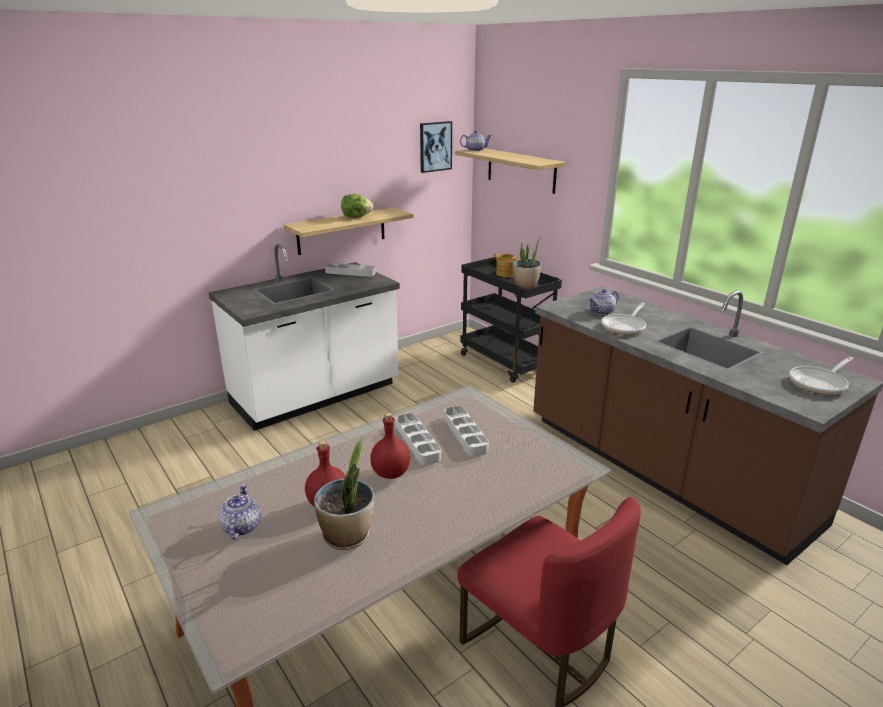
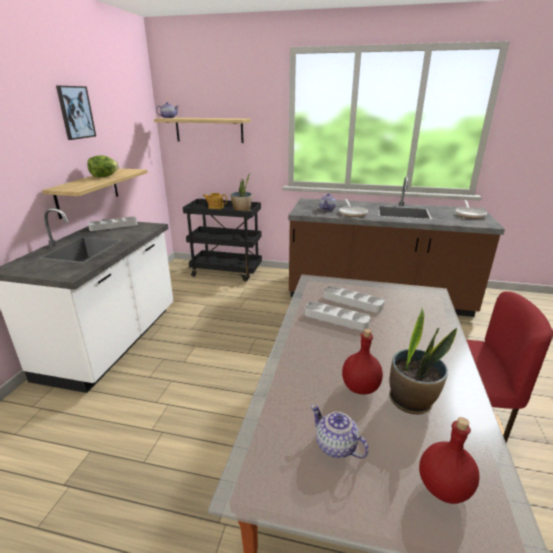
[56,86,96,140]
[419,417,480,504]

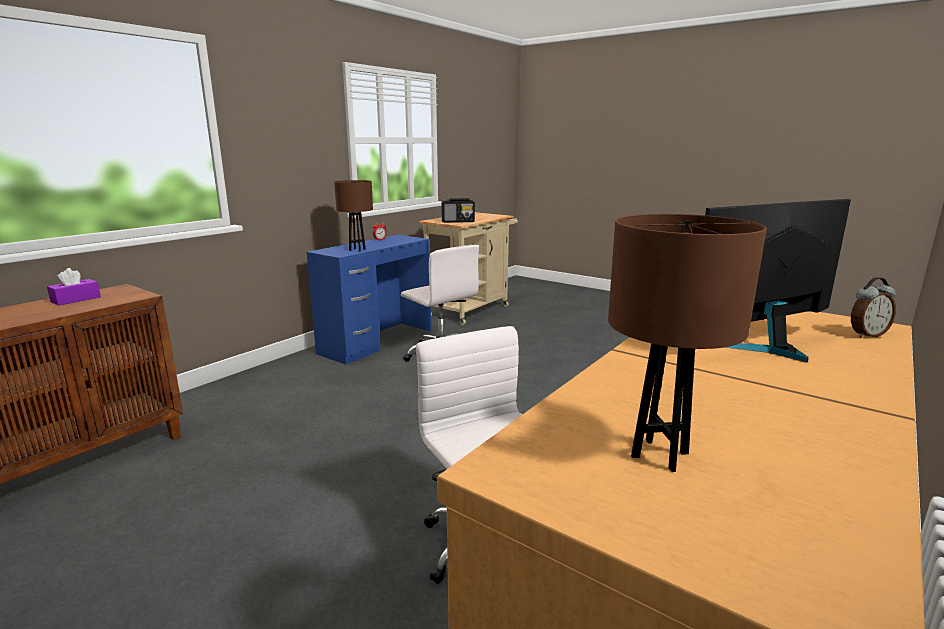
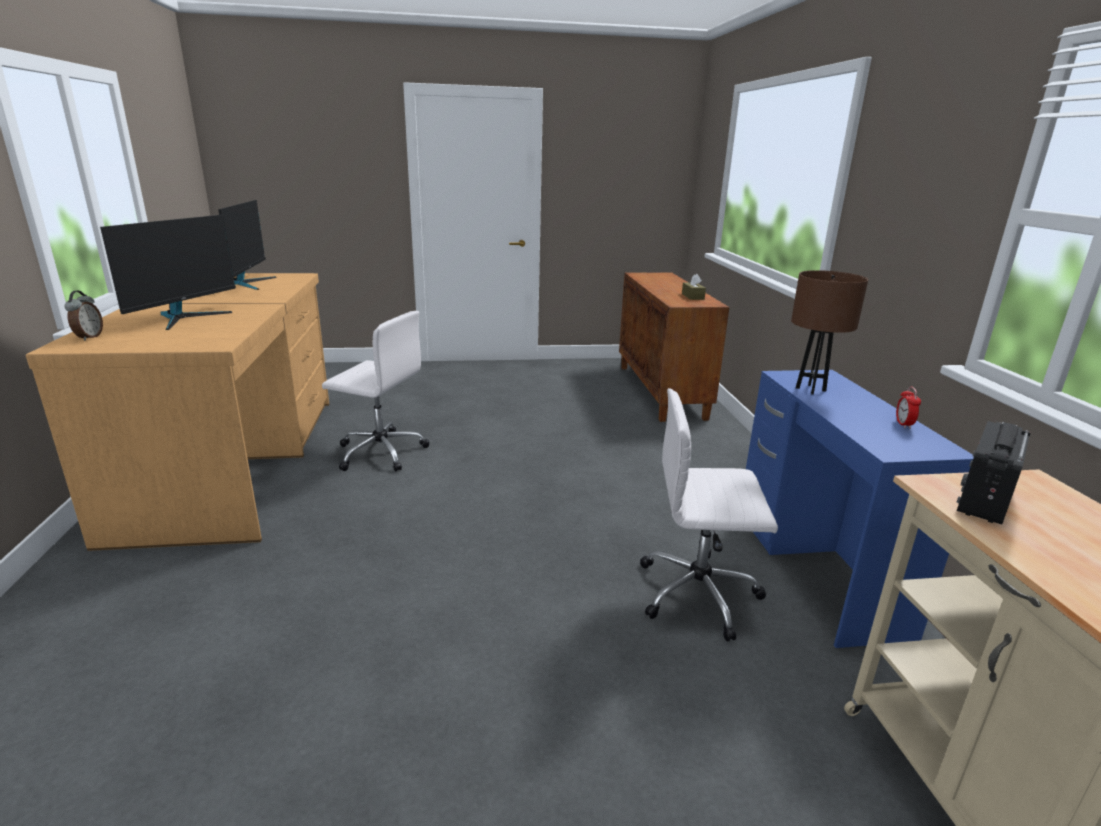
[64,291,103,341]
[218,200,277,290]
[682,274,706,300]

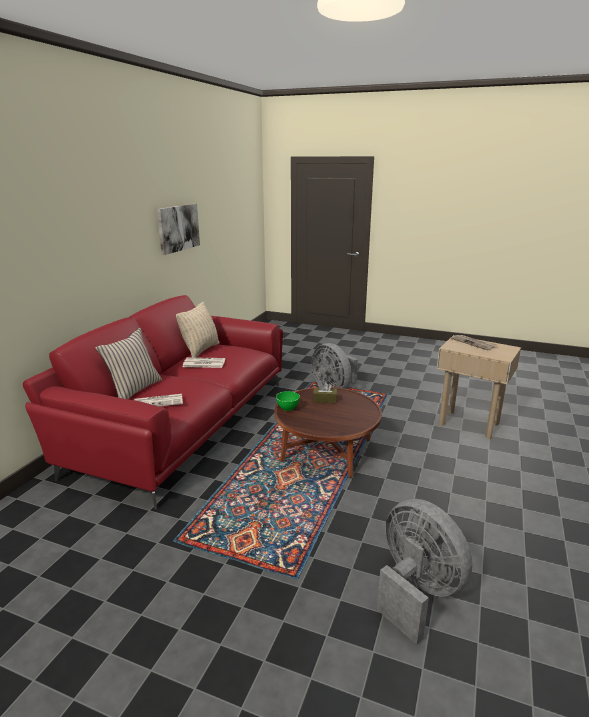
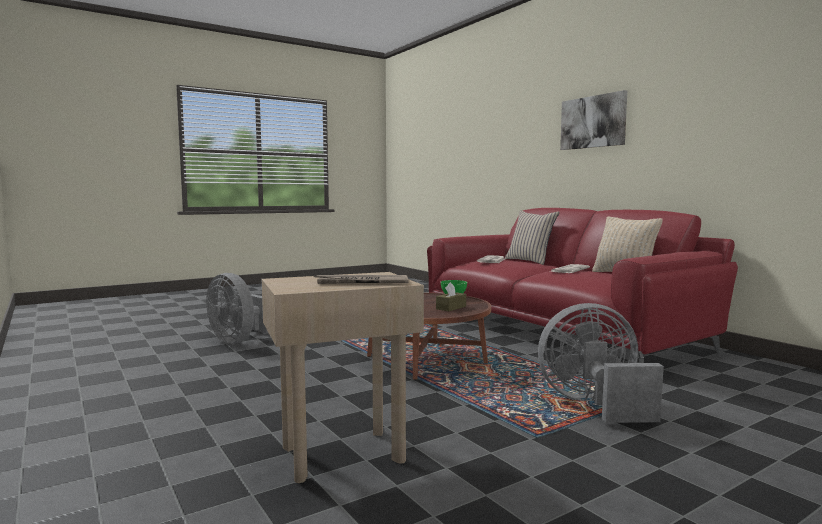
[206,273,268,344]
[560,90,627,150]

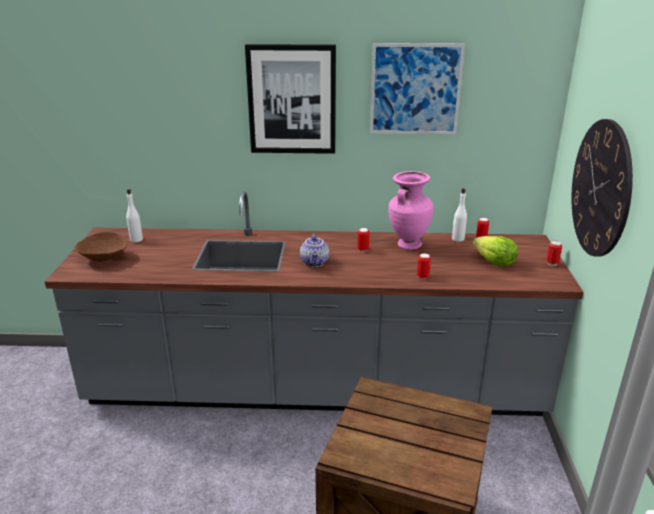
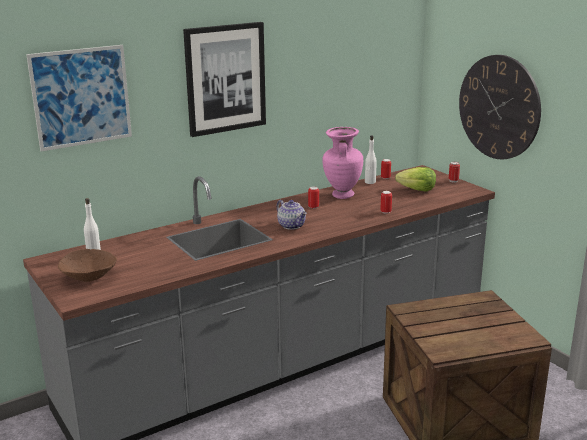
[26,45,132,151]

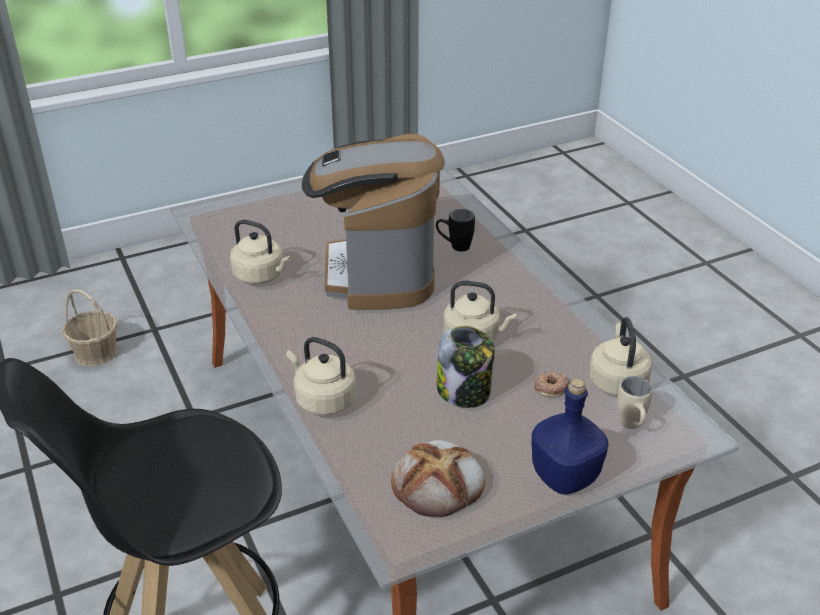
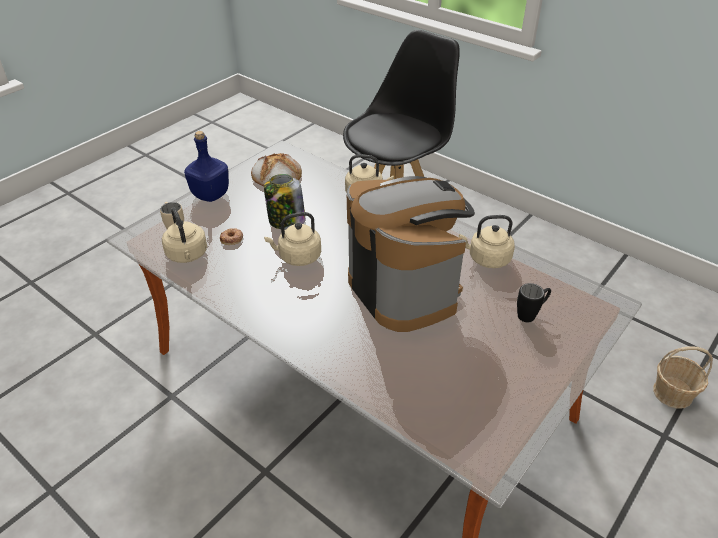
[517,283,551,322]

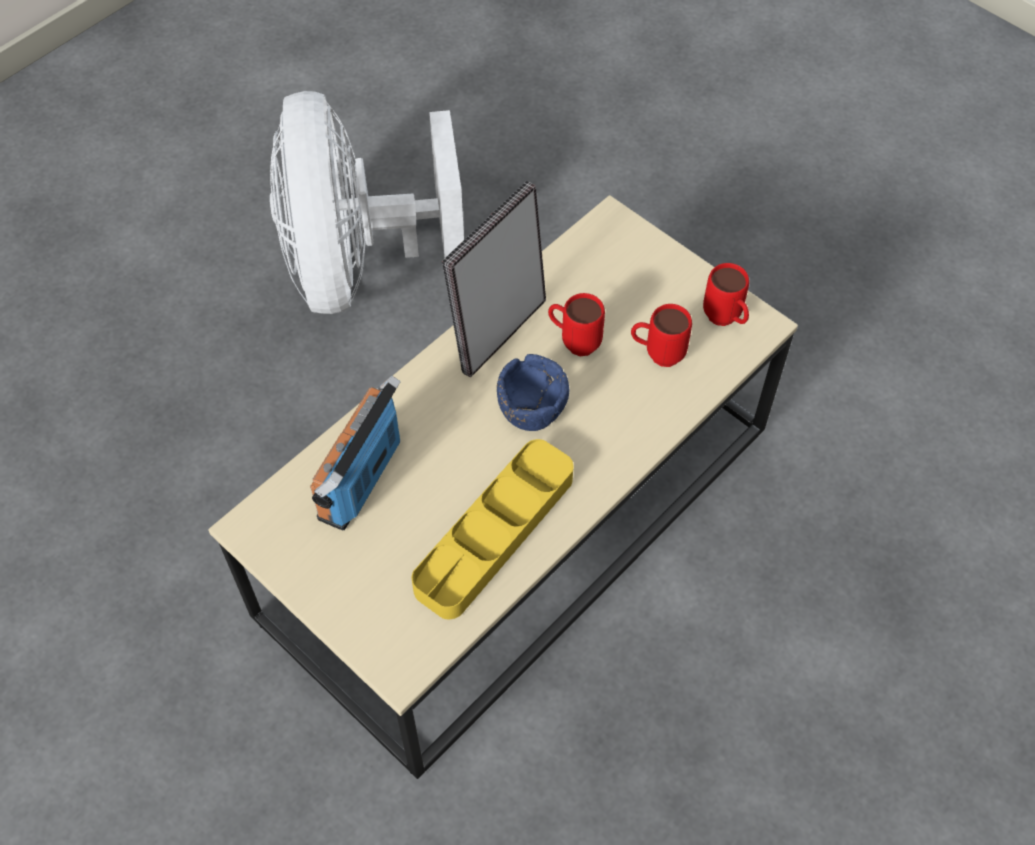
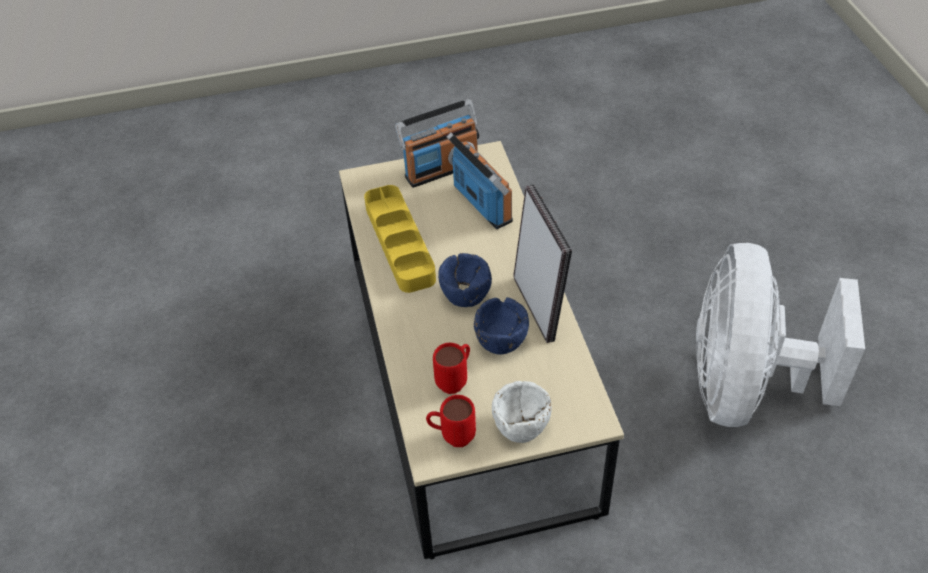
[395,99,479,188]
[474,297,529,354]
[492,381,552,443]
[696,243,865,427]

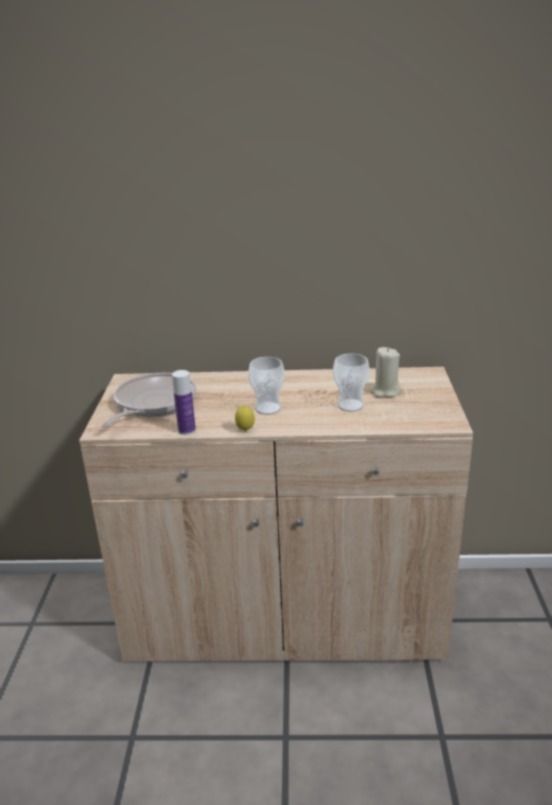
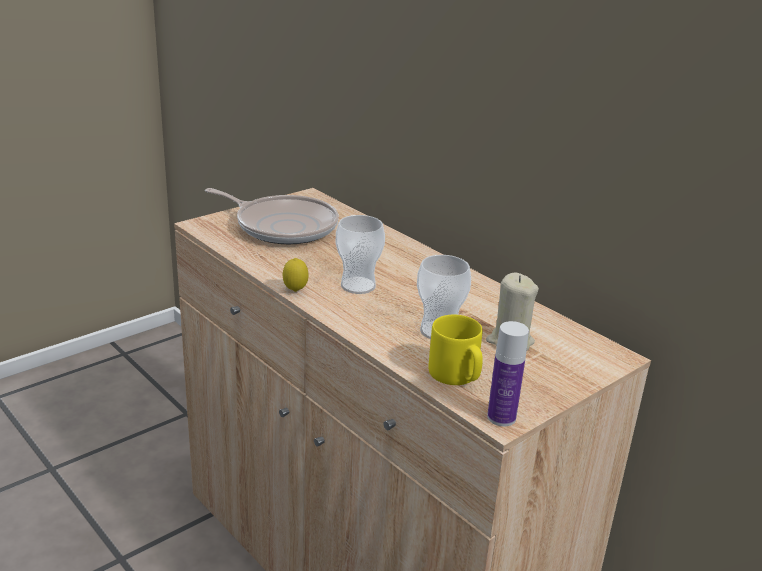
[205,188,339,244]
[428,315,483,385]
[487,321,529,426]

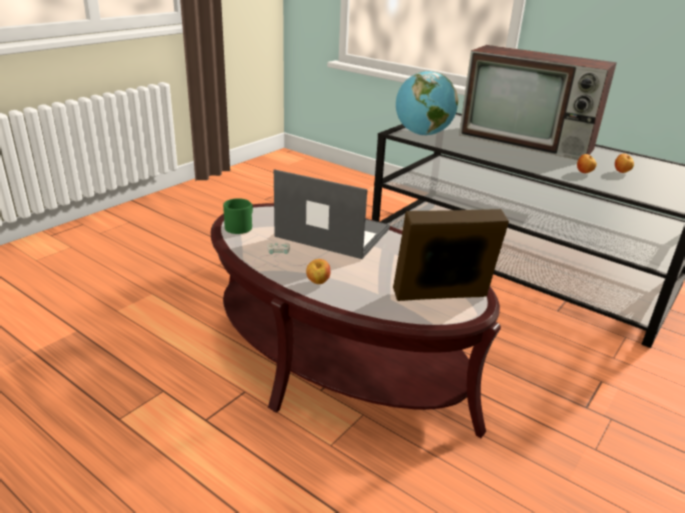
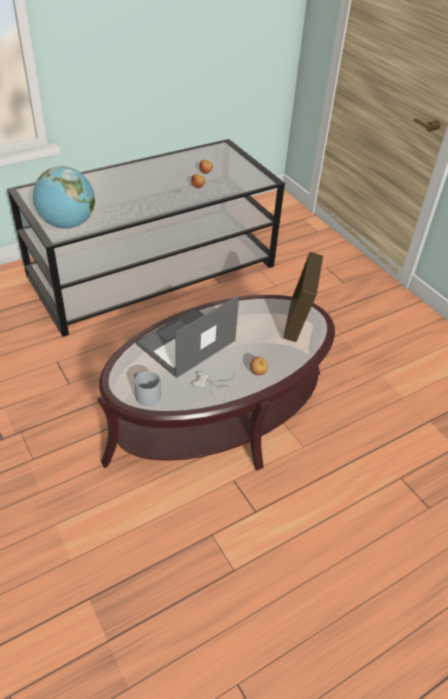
[134,371,161,406]
[459,45,617,160] (first image)

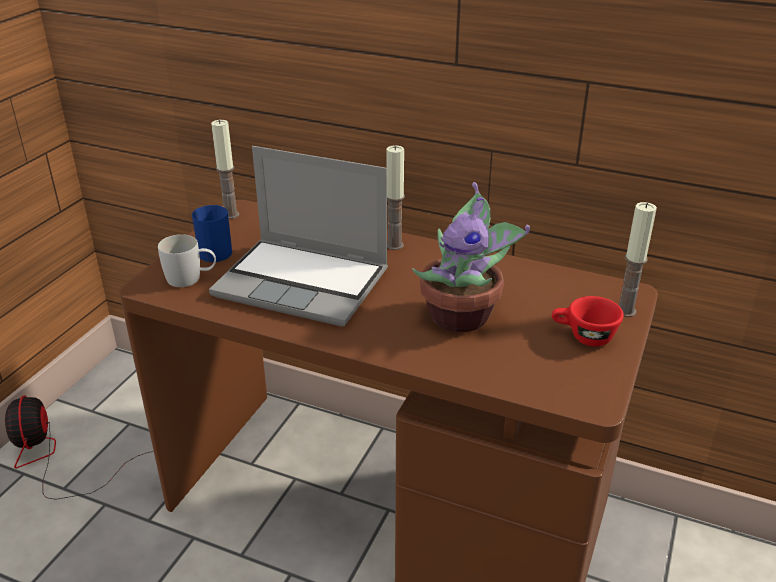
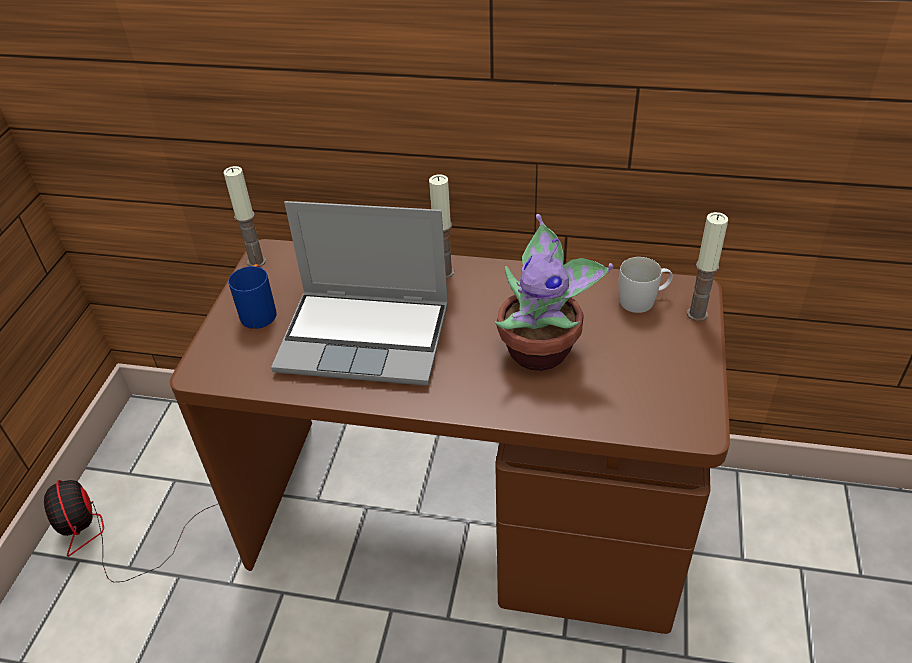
[619,257,673,313]
[552,296,624,346] (first image)

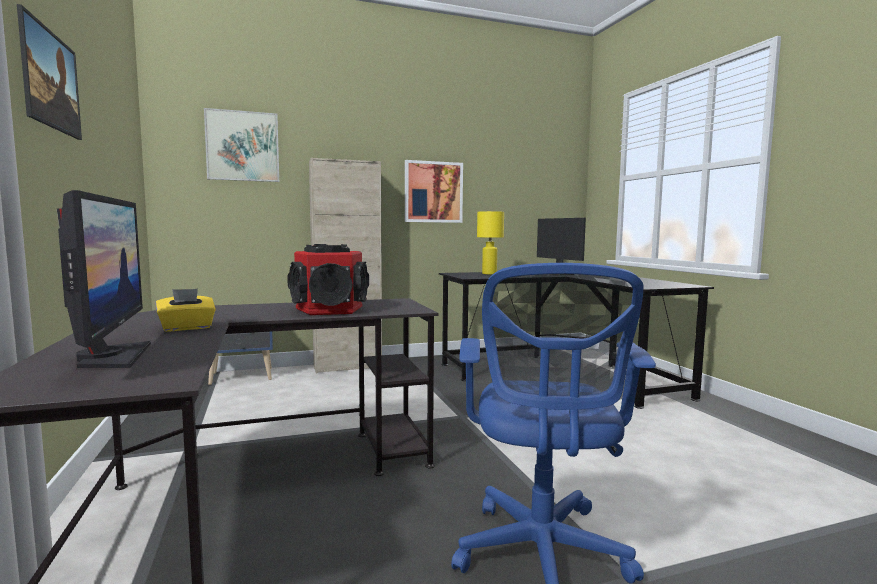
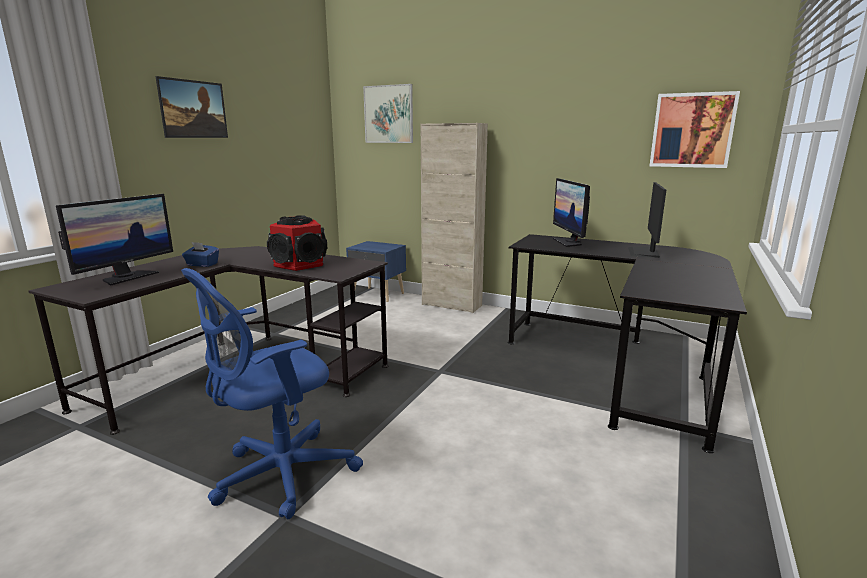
[182,242,219,267]
[553,178,590,247]
[649,91,740,168]

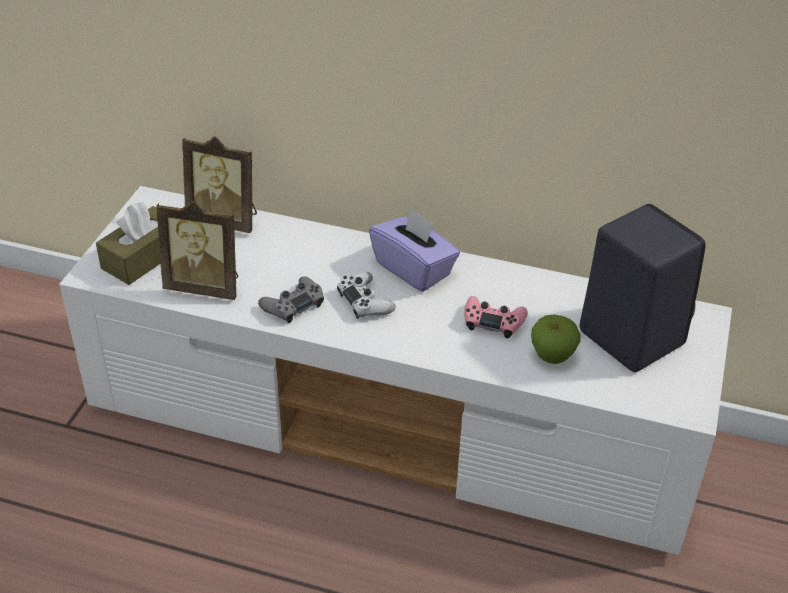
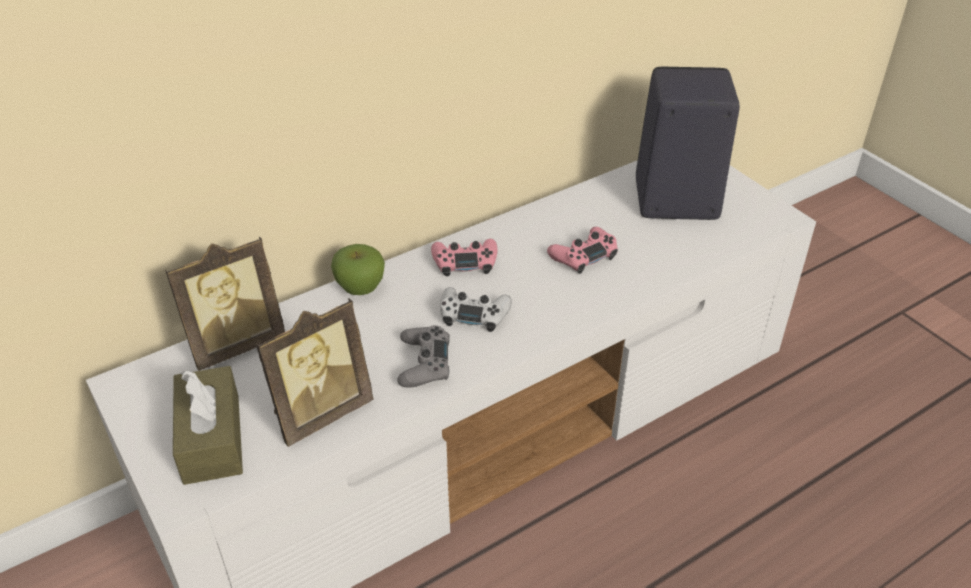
[331,244,385,295]
[431,239,498,276]

